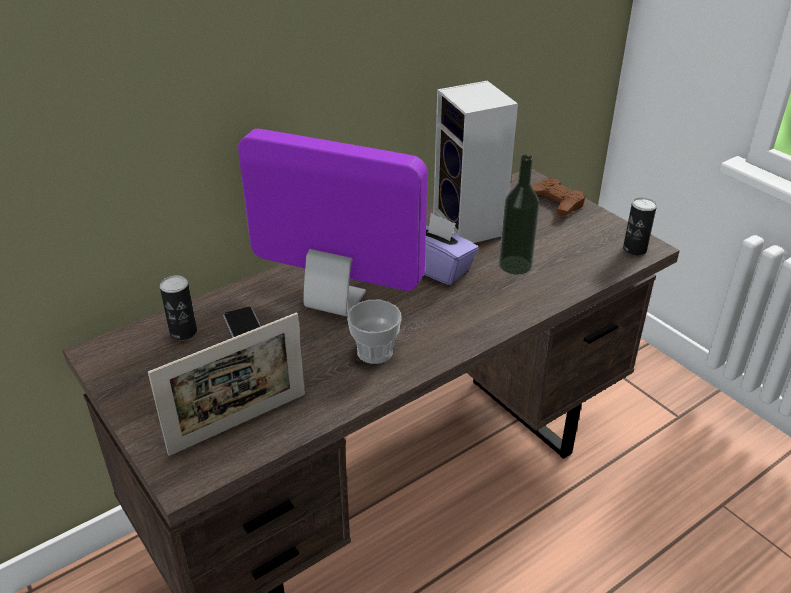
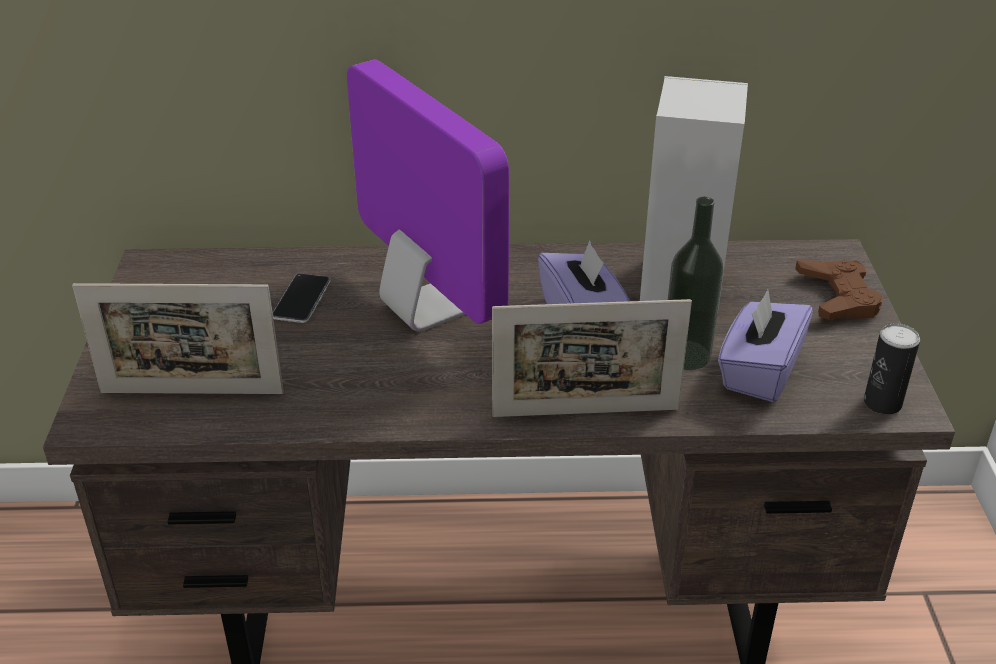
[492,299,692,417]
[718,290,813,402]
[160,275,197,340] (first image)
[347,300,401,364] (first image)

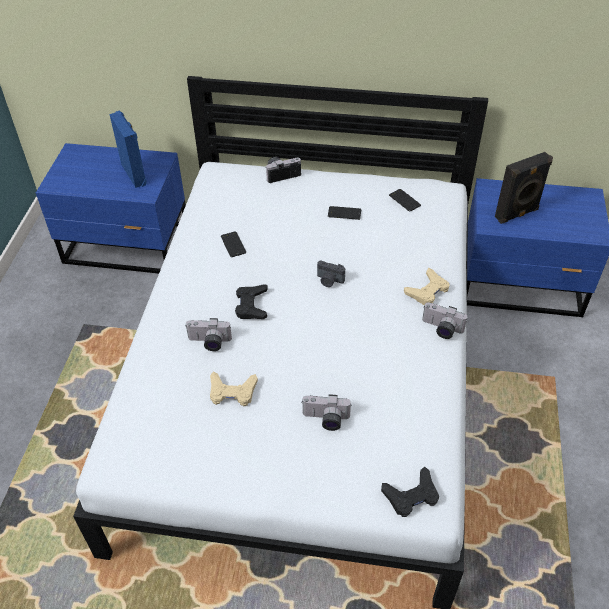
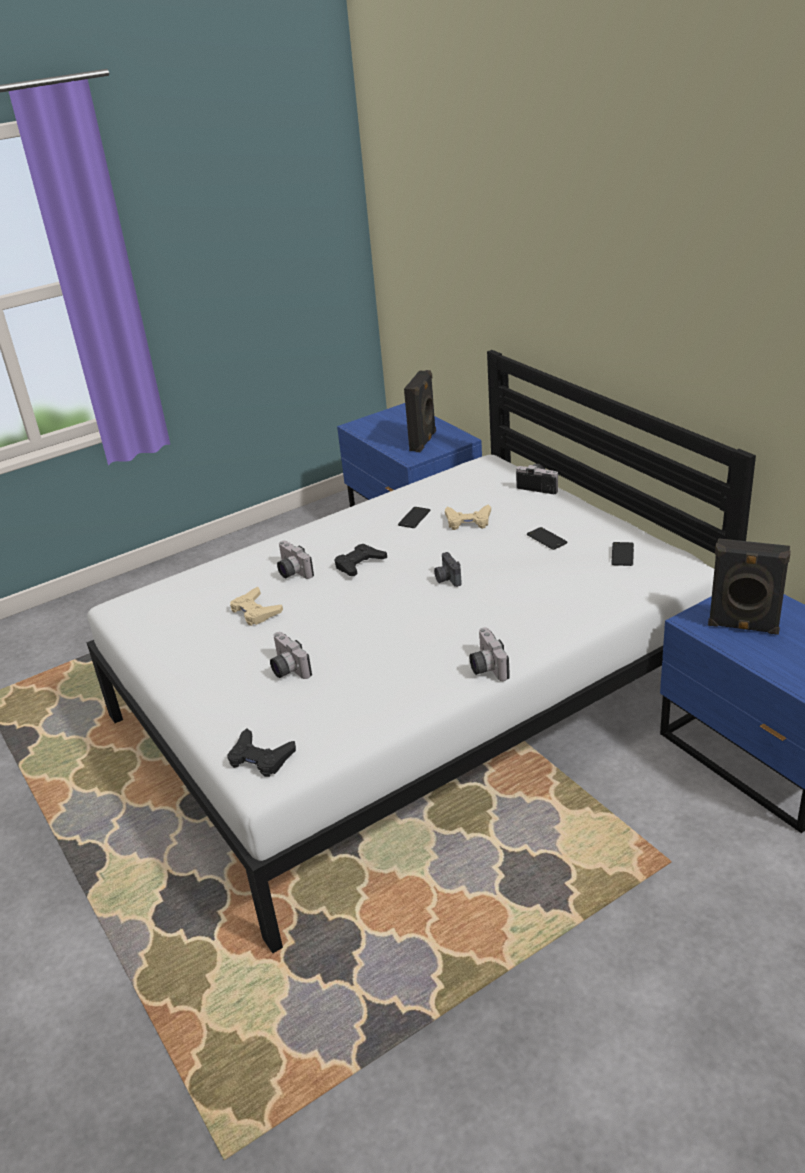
[404,370,436,452]
[445,504,491,530]

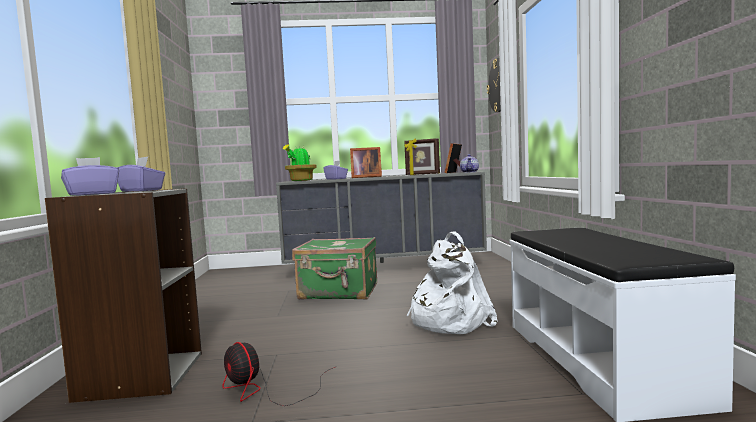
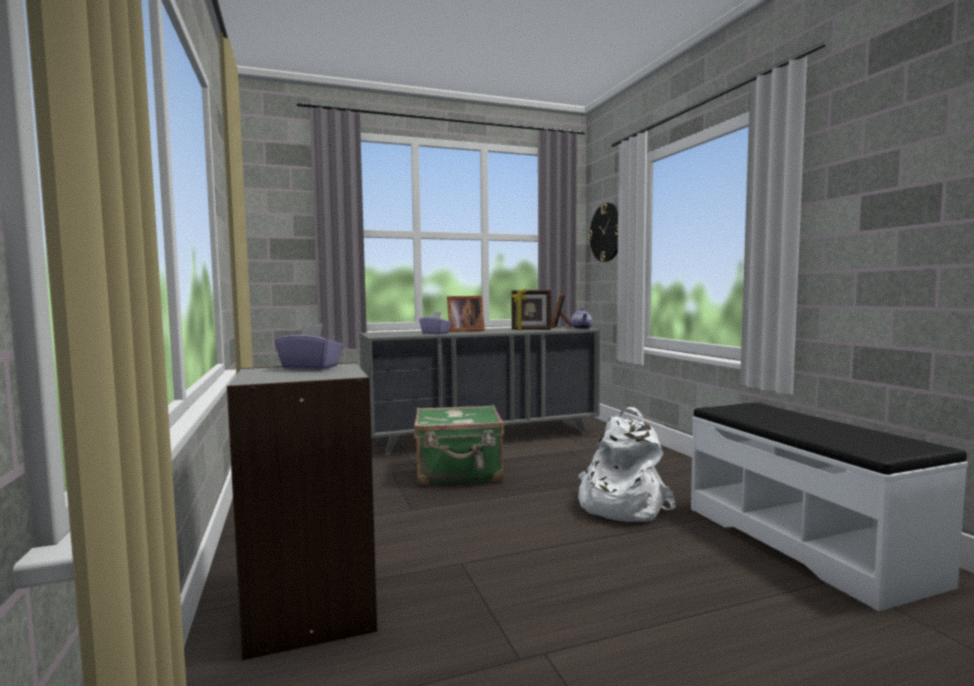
[61,157,119,196] (first image)
[222,342,337,406] (first image)
[283,144,317,181] (first image)

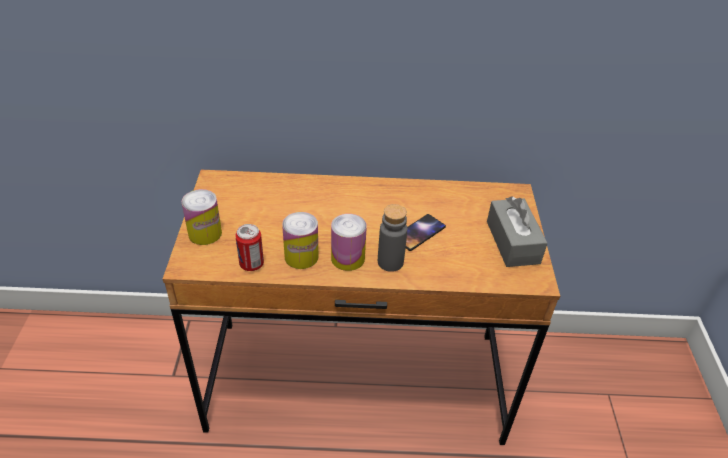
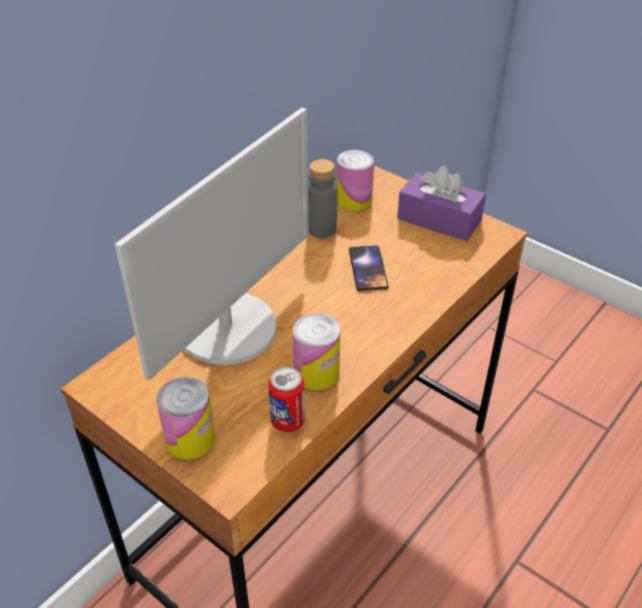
[115,108,309,380]
[308,159,337,238]
[337,150,374,211]
[397,166,486,241]

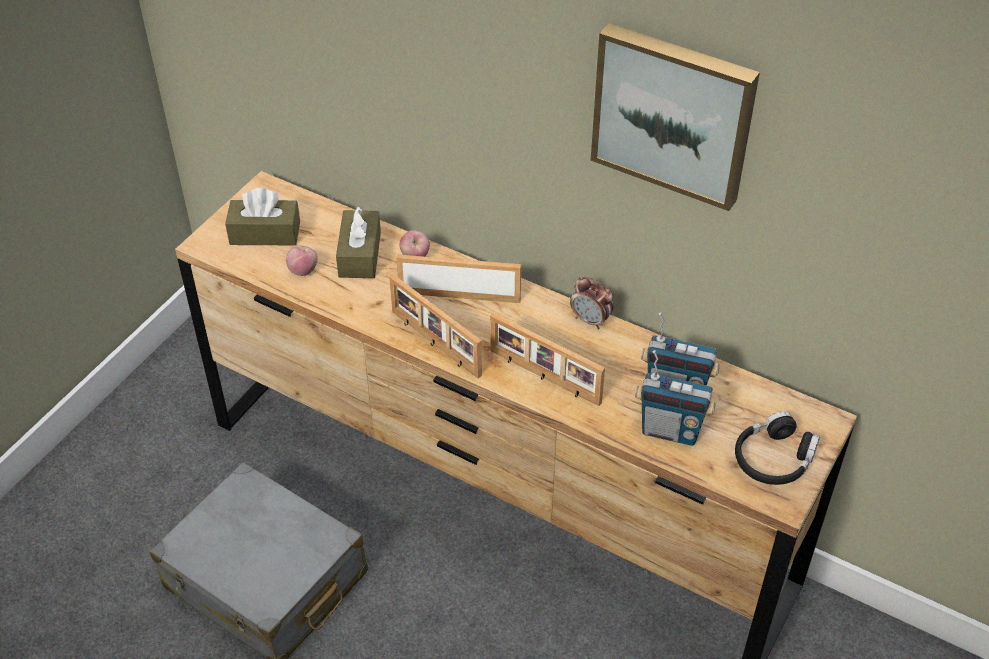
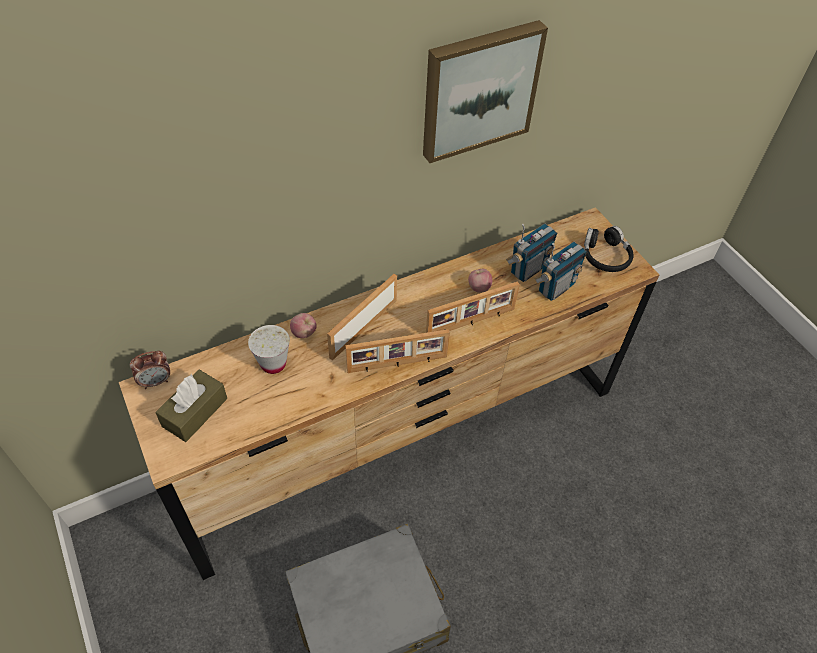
[130,351,170,389]
[248,325,290,374]
[468,269,492,293]

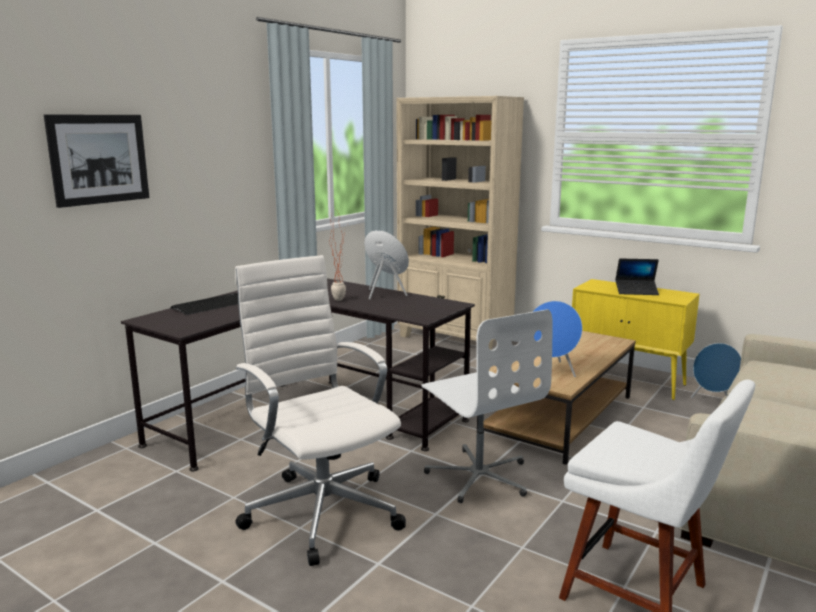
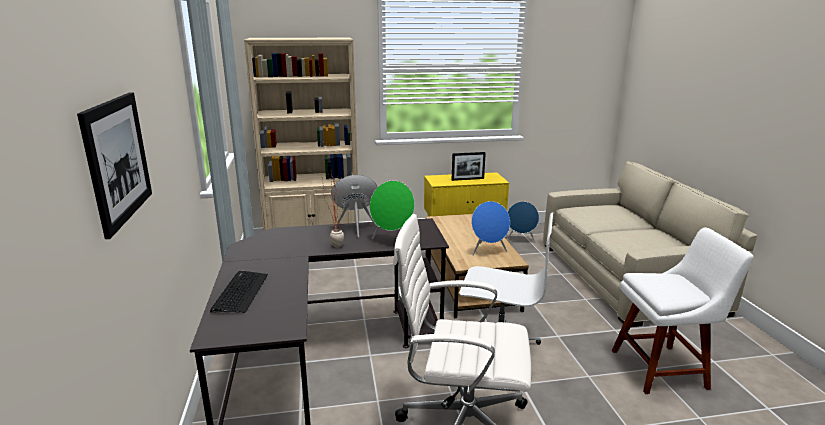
[370,181,415,239]
[452,152,486,181]

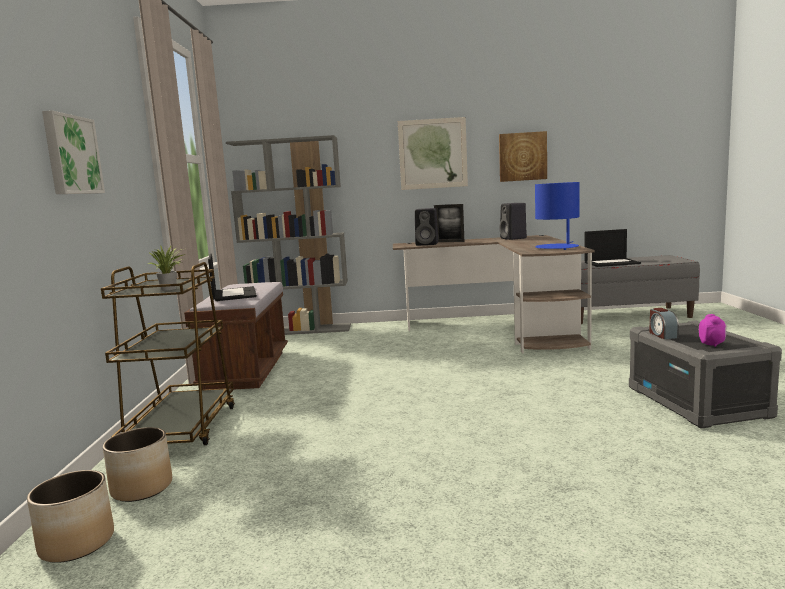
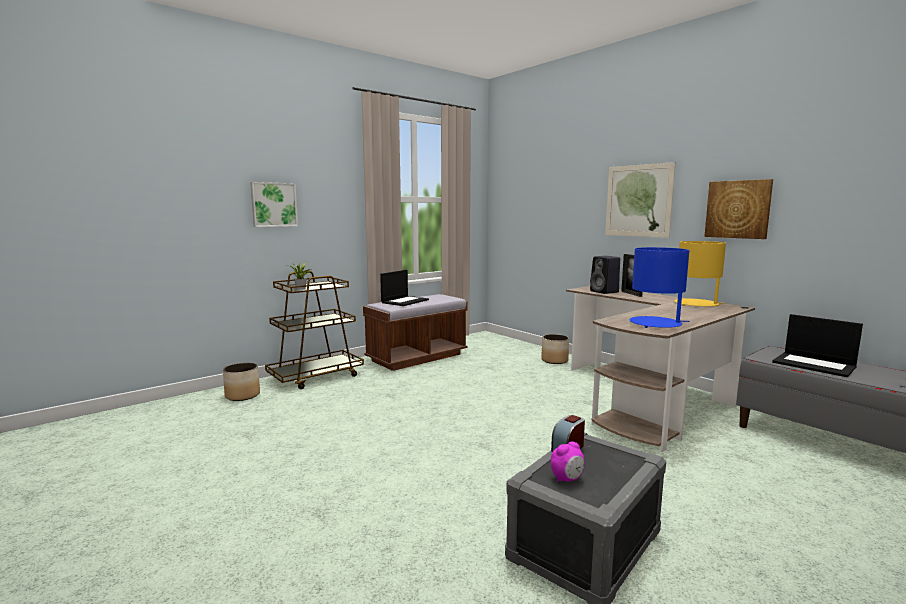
[541,334,569,364]
[674,241,726,306]
[226,135,351,335] (first image)

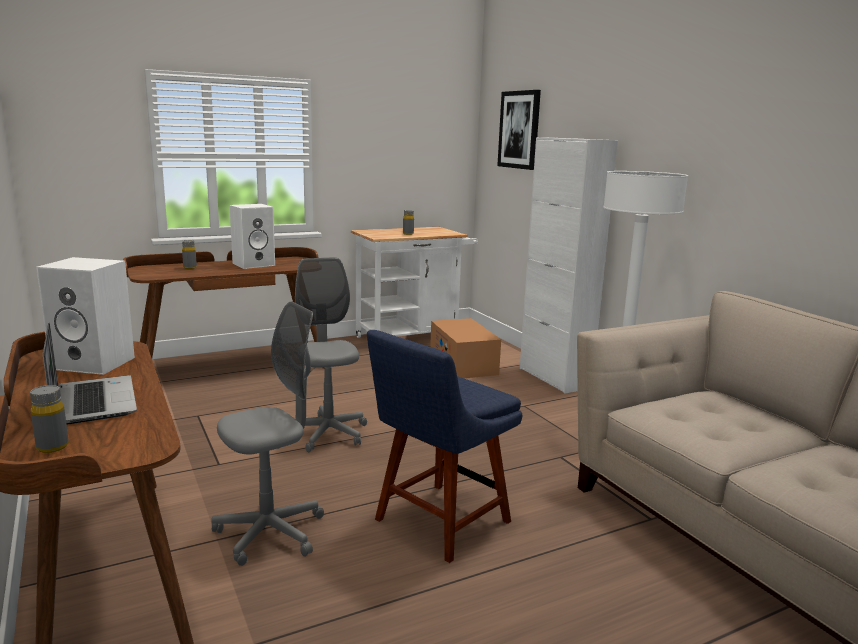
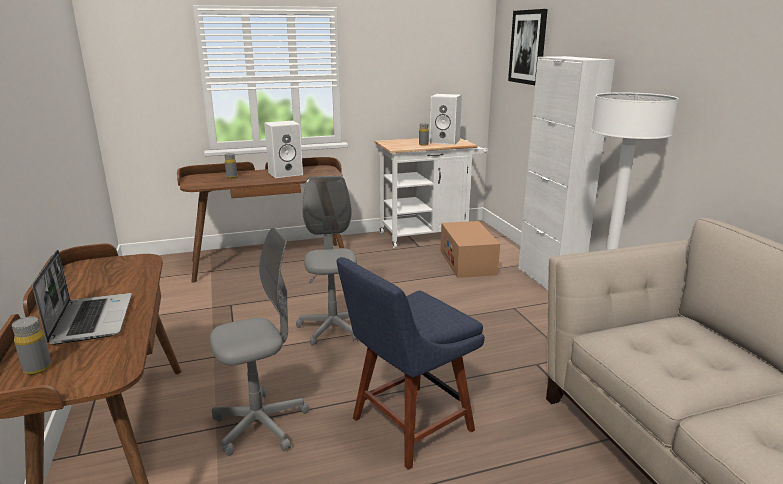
[430,94,462,145]

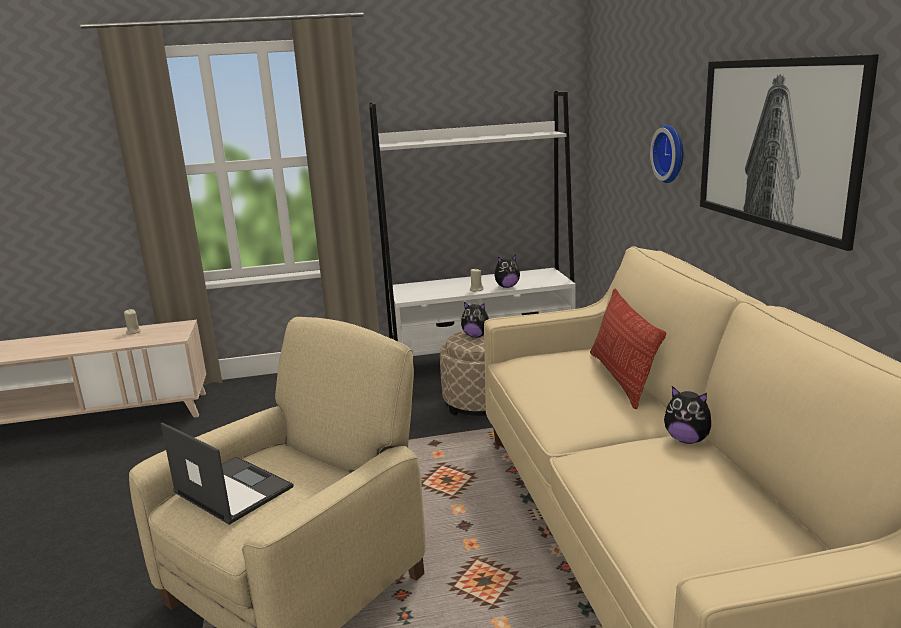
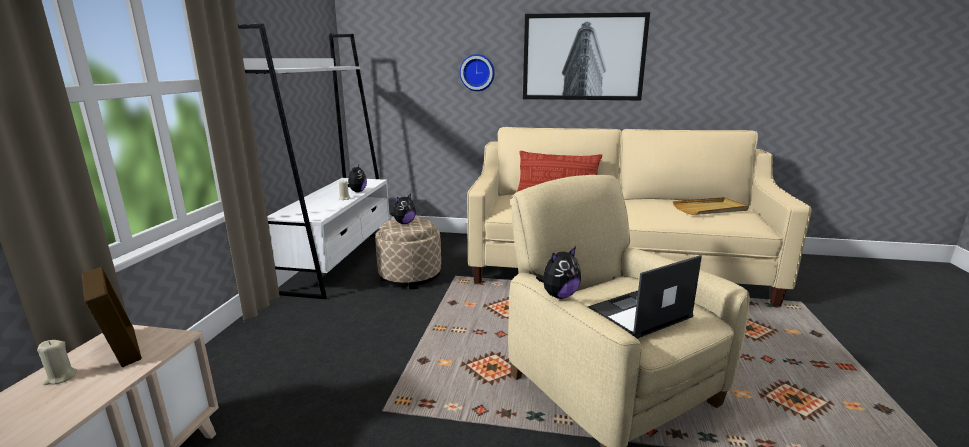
[82,267,142,367]
[536,246,581,299]
[673,197,749,215]

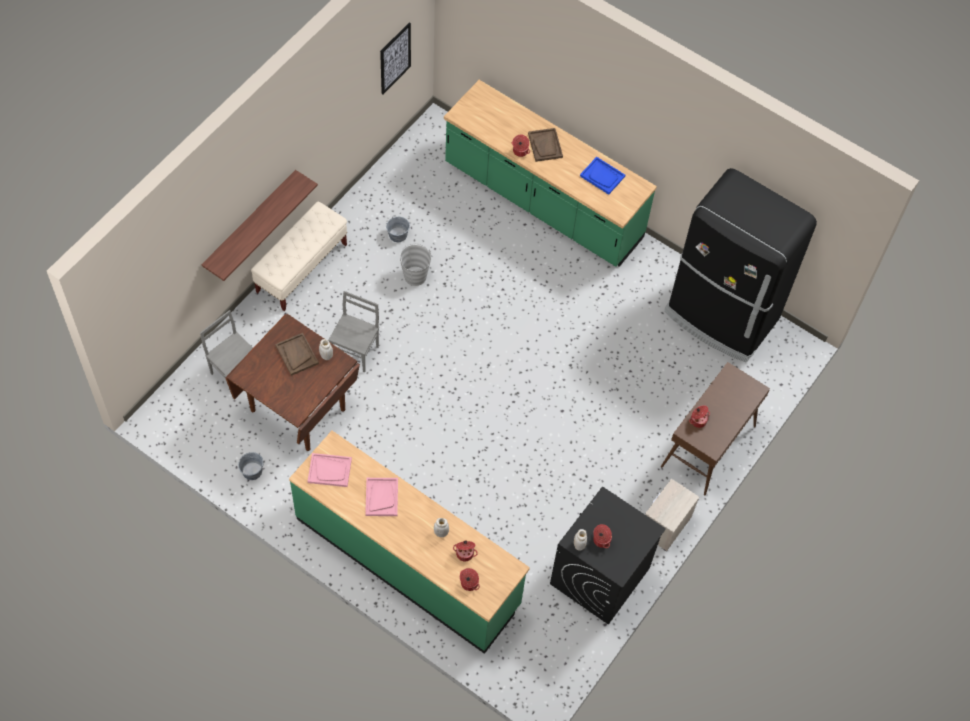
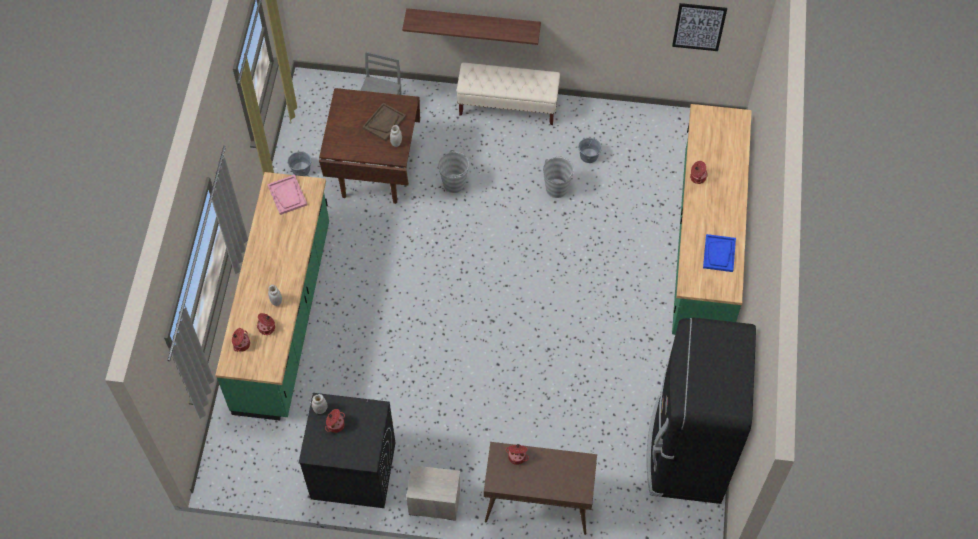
[438,150,469,193]
[365,478,398,516] (first image)
[528,128,563,162] (first image)

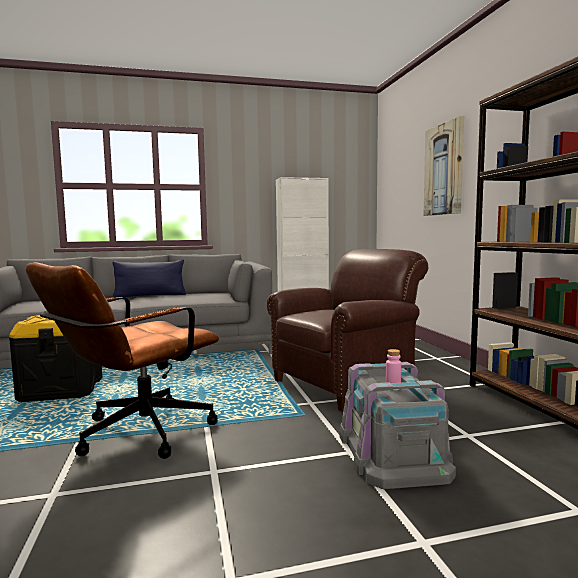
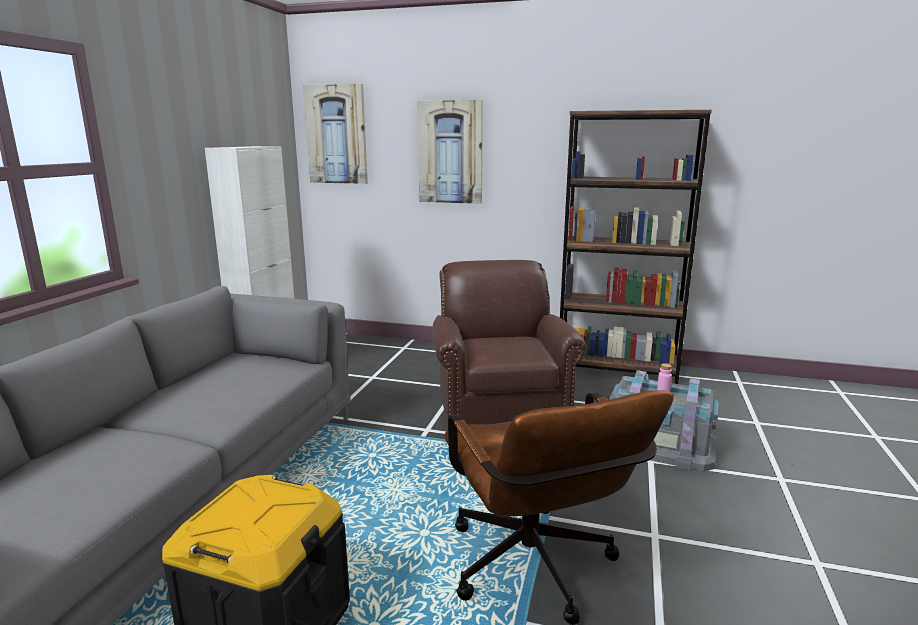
[303,84,368,184]
[112,260,186,298] (first image)

